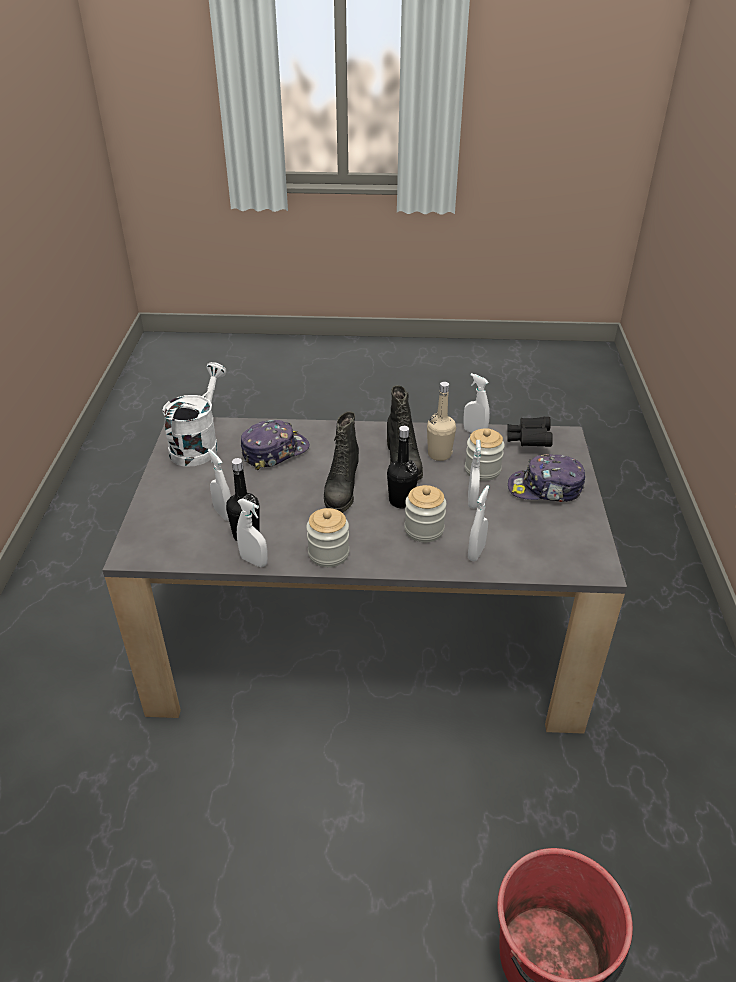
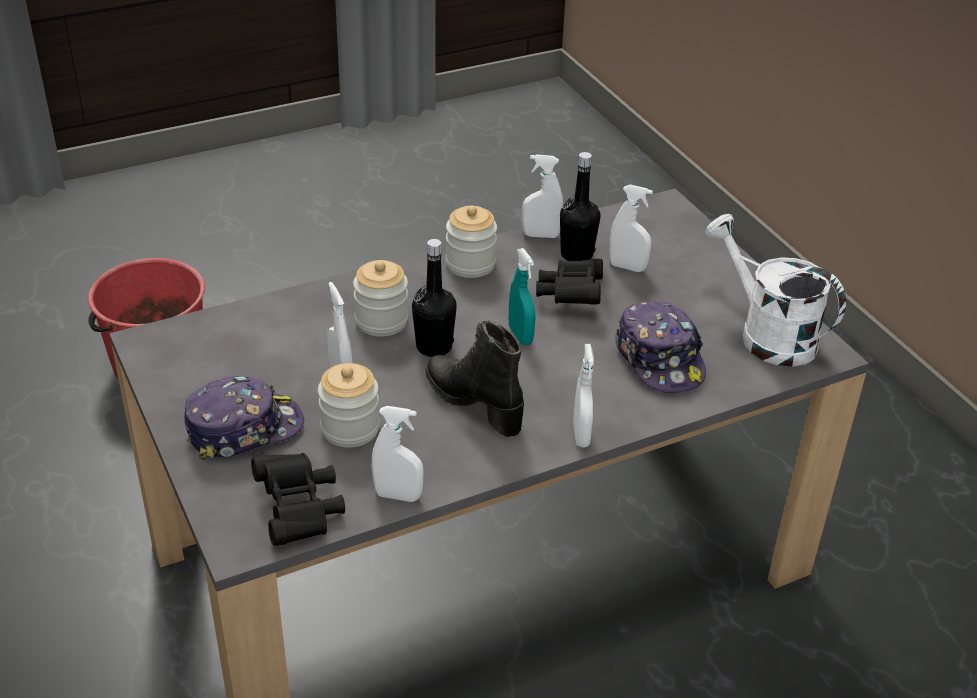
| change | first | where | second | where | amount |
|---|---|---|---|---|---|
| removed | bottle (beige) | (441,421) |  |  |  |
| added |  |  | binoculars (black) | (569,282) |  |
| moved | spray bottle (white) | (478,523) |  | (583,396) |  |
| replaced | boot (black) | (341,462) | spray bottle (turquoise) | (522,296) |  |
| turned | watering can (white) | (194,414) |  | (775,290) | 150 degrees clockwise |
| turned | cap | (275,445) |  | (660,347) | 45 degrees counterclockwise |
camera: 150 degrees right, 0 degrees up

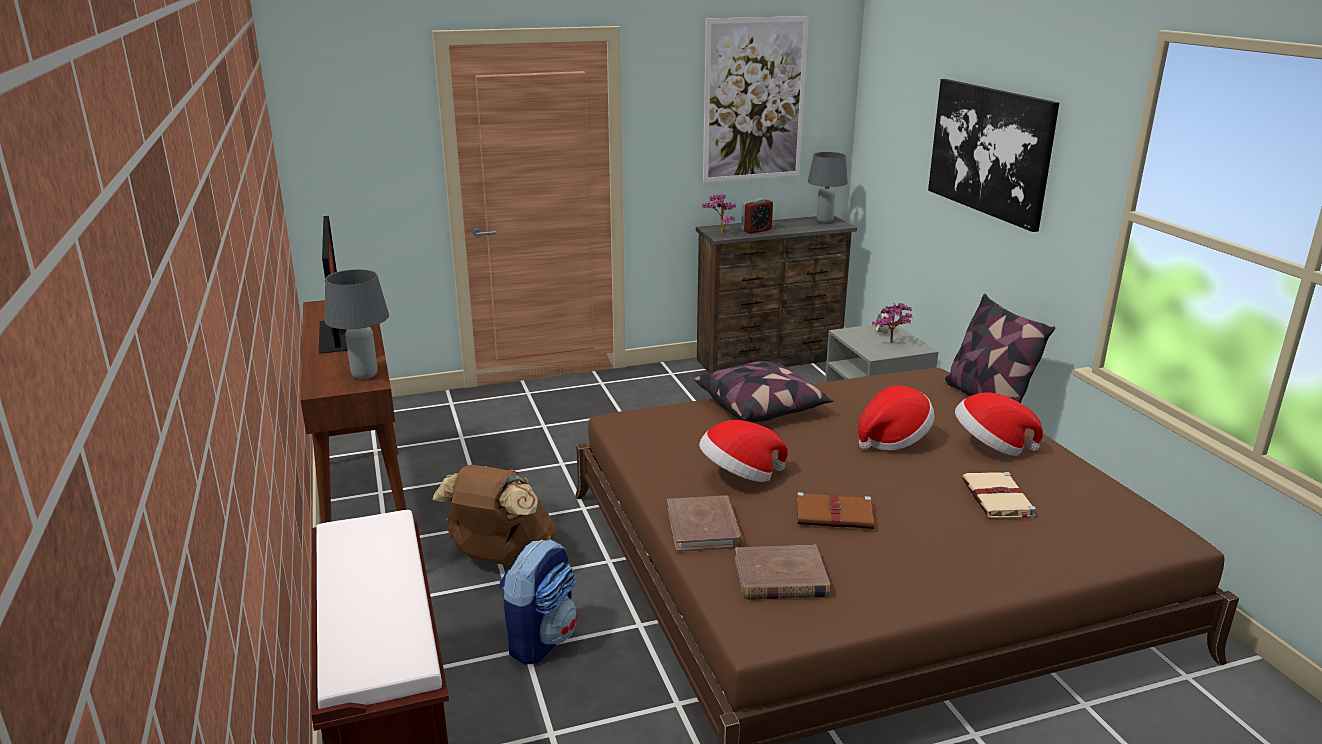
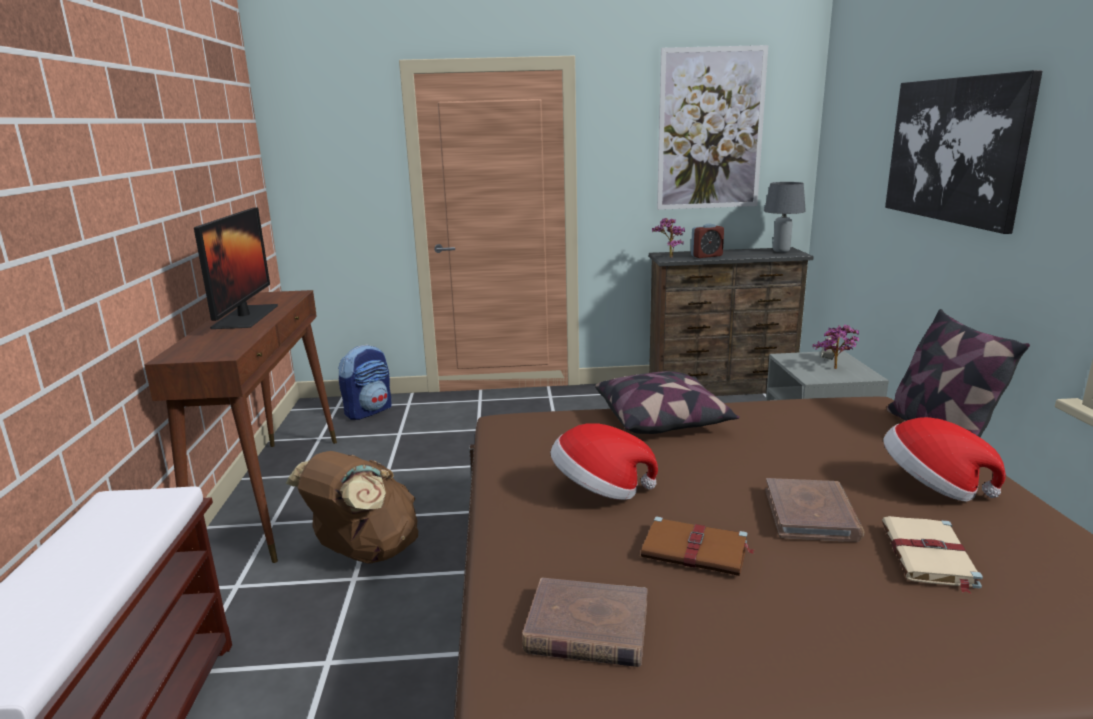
| change | first | where | second | where | amount |
|---|---|---|---|---|---|
| removed | table lamp (grey) | (356,324) |  |  |  |
| removed | hat | (896,418) |  |  |  |
| moved | backpack | (538,602) |  | (364,382) |  |
| moved | book (brown) | (705,523) |  | (815,510) |  |
camera: 15 degrees right, 5 degrees down

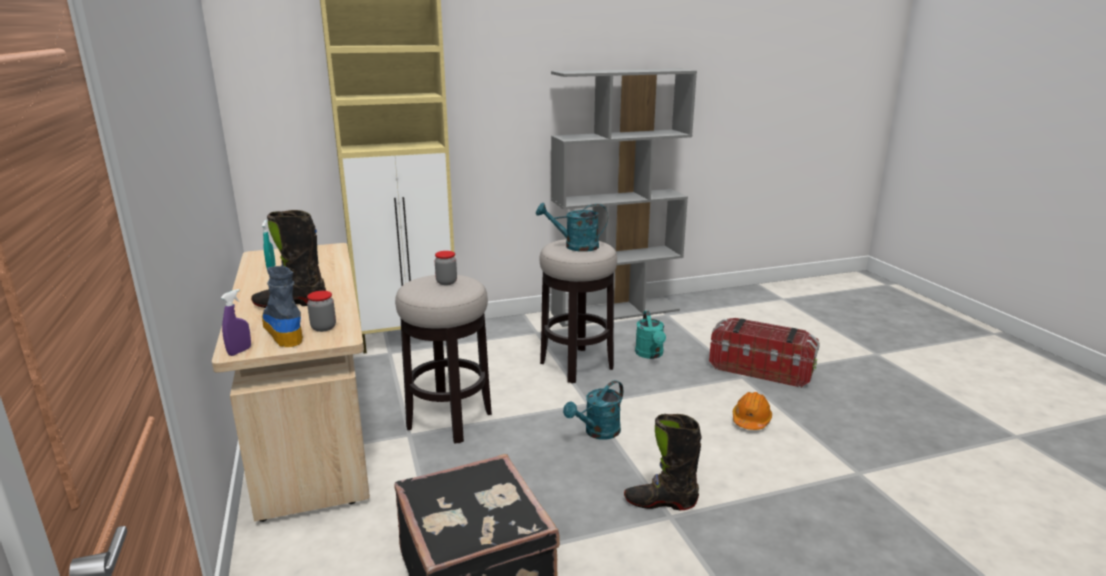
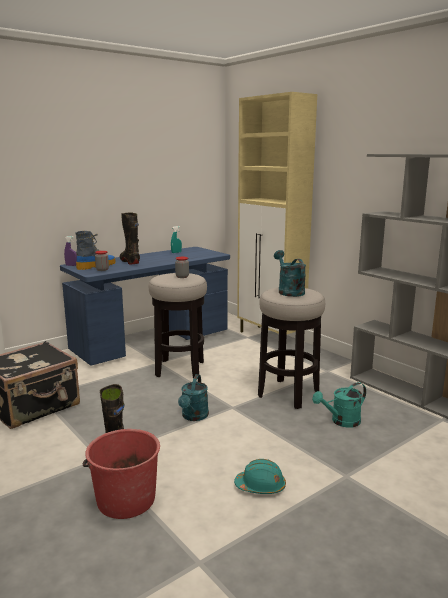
| change | first | where | second | where | amount |
|---|---|---|---|---|---|
| removed | storage box | (764,353) |  |  |  |
| added |  |  | bucket (red) | (121,474) |  |
| recoloured | desk (beige) | (291,382) | desk (blue) | (145,306) |  |
| recoloured | hard hat (orange) | (752,411) | hard hat (turquoise) | (260,476) |  |
| turned | watering can (turquoise) | (593,410) |  | (193,397) | 105 degrees counterclockwise |
camera: 70 degrees right, 5 degrees down

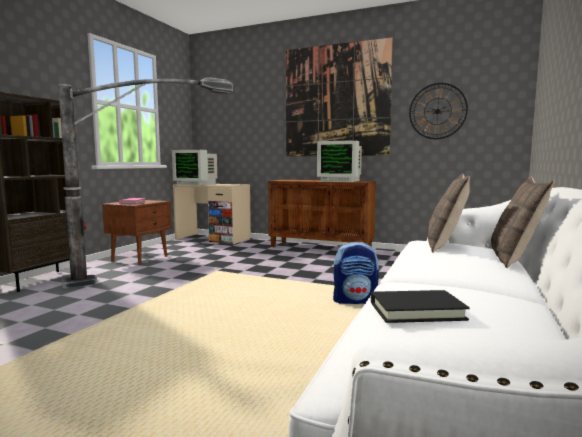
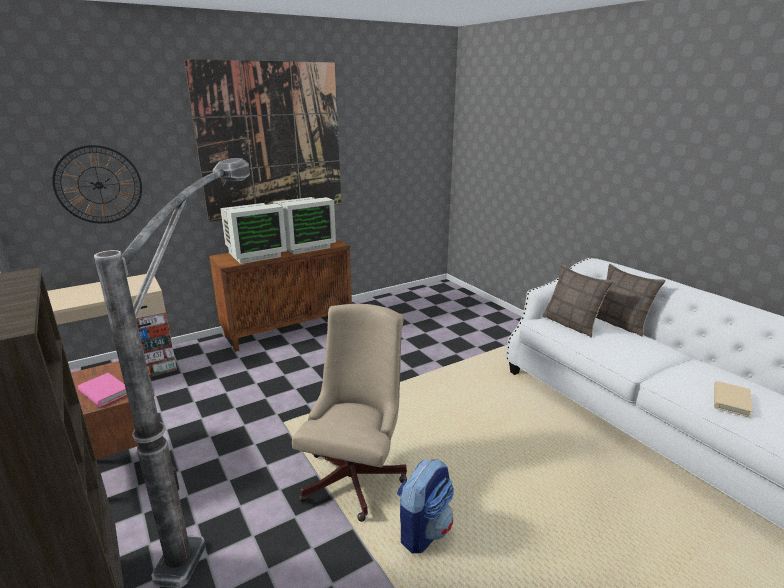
| change | first | where | second | where | amount |
|---|---|---|---|---|---|
| added |  |  | office chair (beige) | (349,413) |  |
| moved | monitor | (194,167) |  | (253,233) |  |
| moved | backpack | (356,273) |  | (425,506) |  |
| moved | wall clock | (438,111) |  | (97,184) |  |
| recoloured | book (black) | (420,306) | book (beige) | (733,399) |  |
camera: 55 degrees left, 15 degrees up

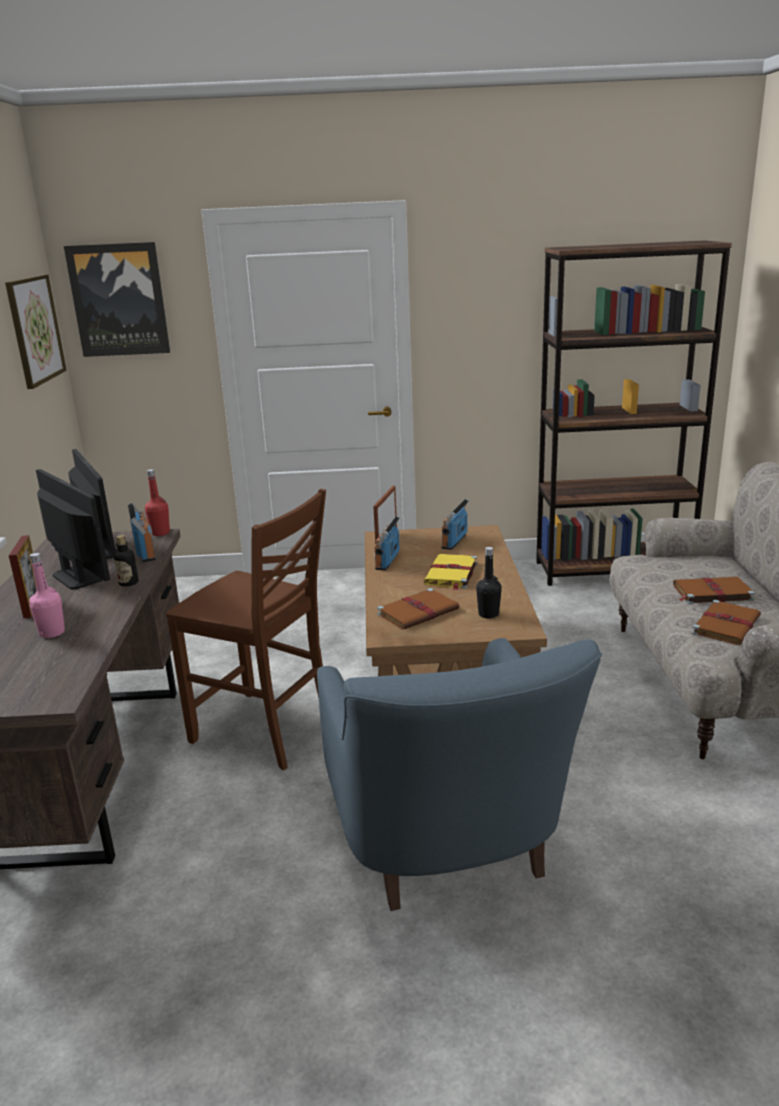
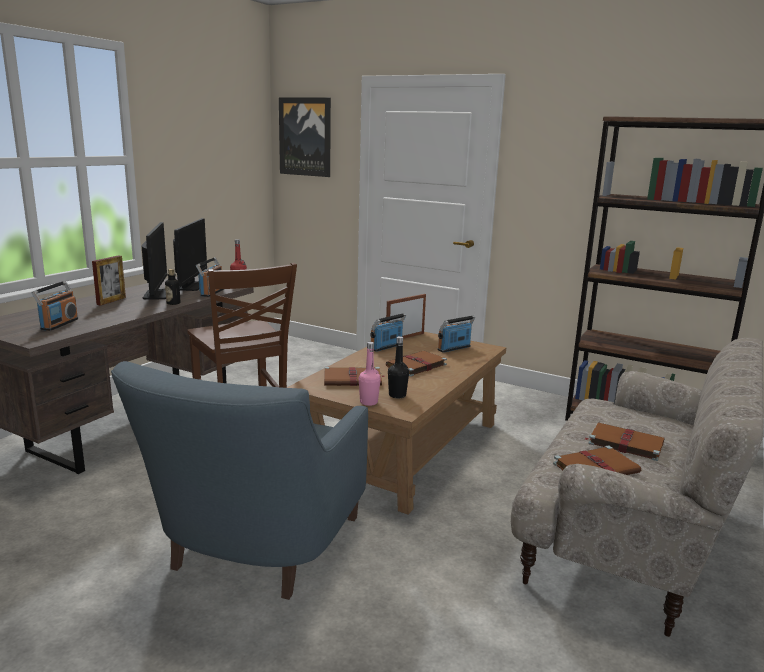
| change | first | where | second | where | amount |
|---|---|---|---|---|---|
| removed | picture | (36,331) |  |  |  |
| added |  |  | radio | (55,306) |  |
| moved | bottle (pink) | (47,595) |  | (370,374) |  |
| recoloured | book (yellow) | (450,572) | book (brown) | (416,364) |  |
camera: 30 degrees right, 5 degrees down

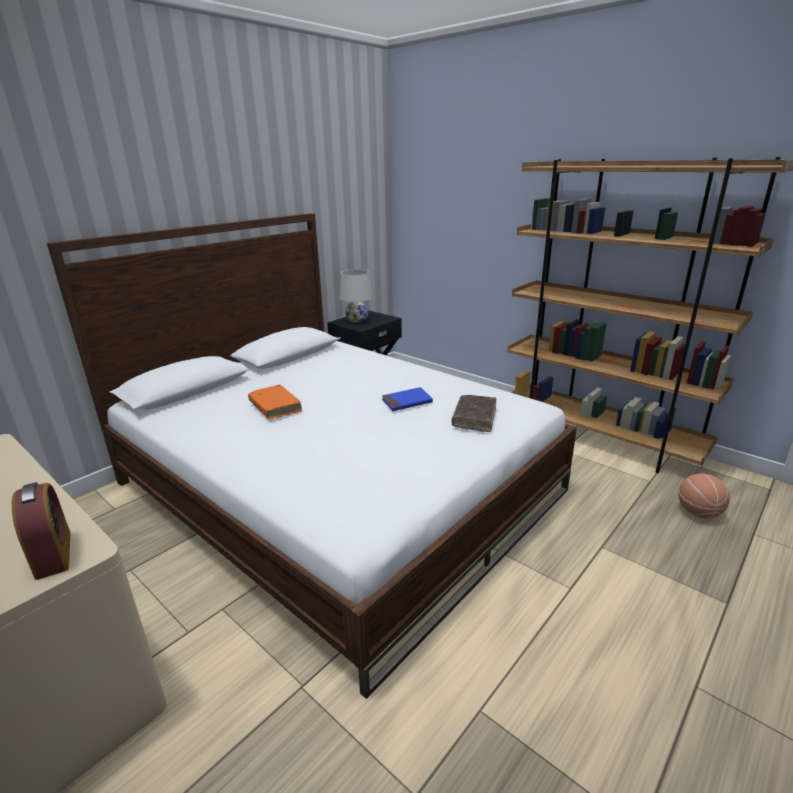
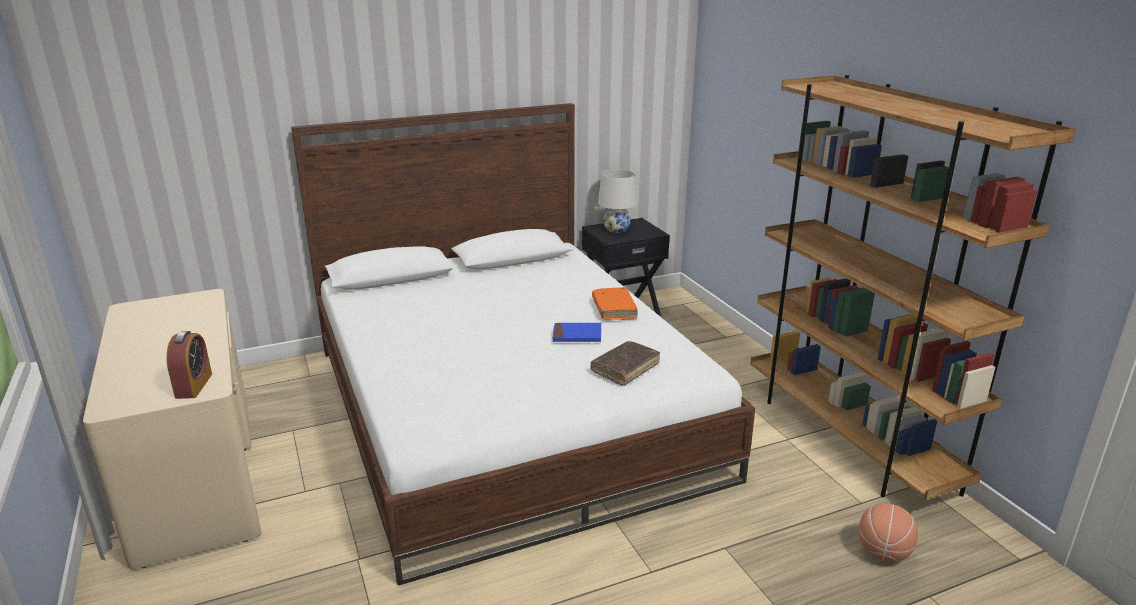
| change | first | where | second | where | amount |
|---|---|---|---|---|---|
| moved | book (orange) | (275,402) |  | (615,303) |  |
camera: 25 degrees right, 0 degrees up

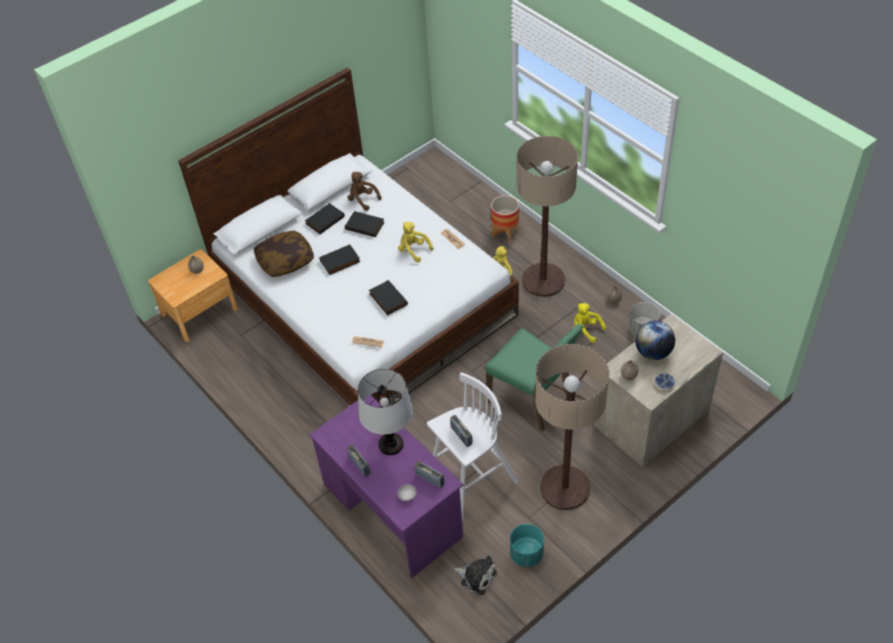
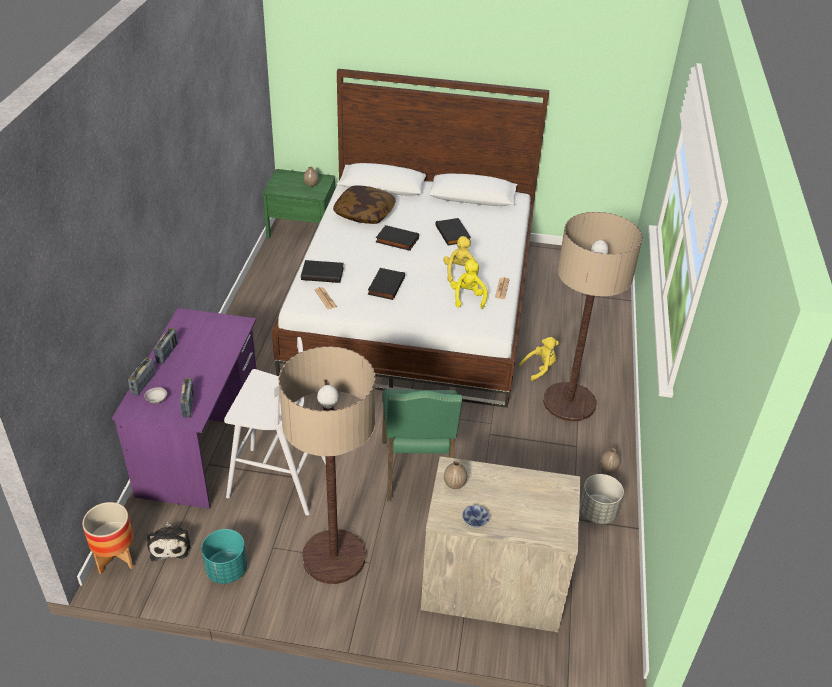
| change | first | where | second | where | amount |
|---|---|---|---|---|---|
| removed | plush toy (brown) | (364,191) |  |  |  |
| removed | table lamp | (385,412) |  |  |  |
| removed | globe | (655,340) |  |  |  |
| moved | book (black) | (325,218) |  | (322,271) |  |
| moved | radio | (461,431) |  | (142,376) |  |
| moved | planter | (505,219) |  | (108,538) |  |
| moved | plush toy (yellow) | (590,323) |  | (469,284) |  |
| recoloured | nightstand (brown) | (193,295) | nightstand (green) | (299,204) |  |
camera: 45 degrees right, 10 degrees down

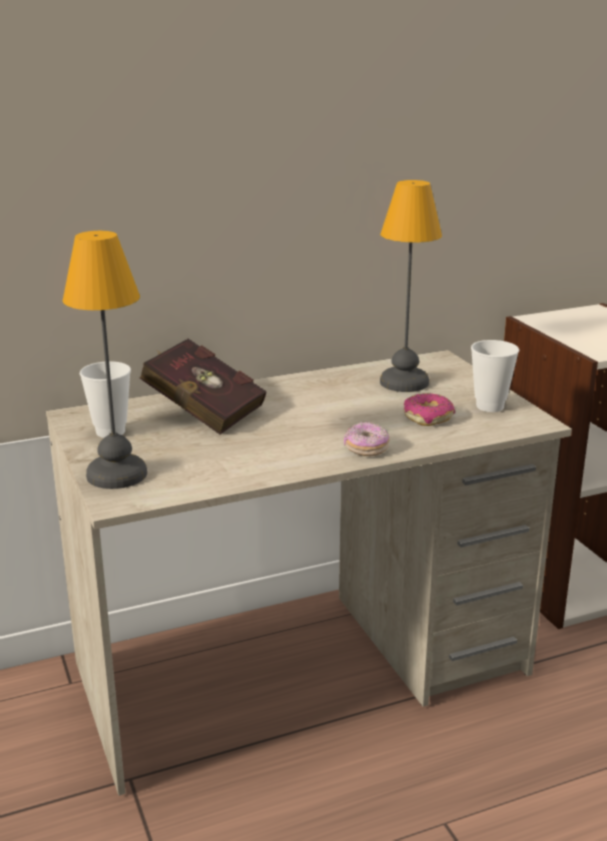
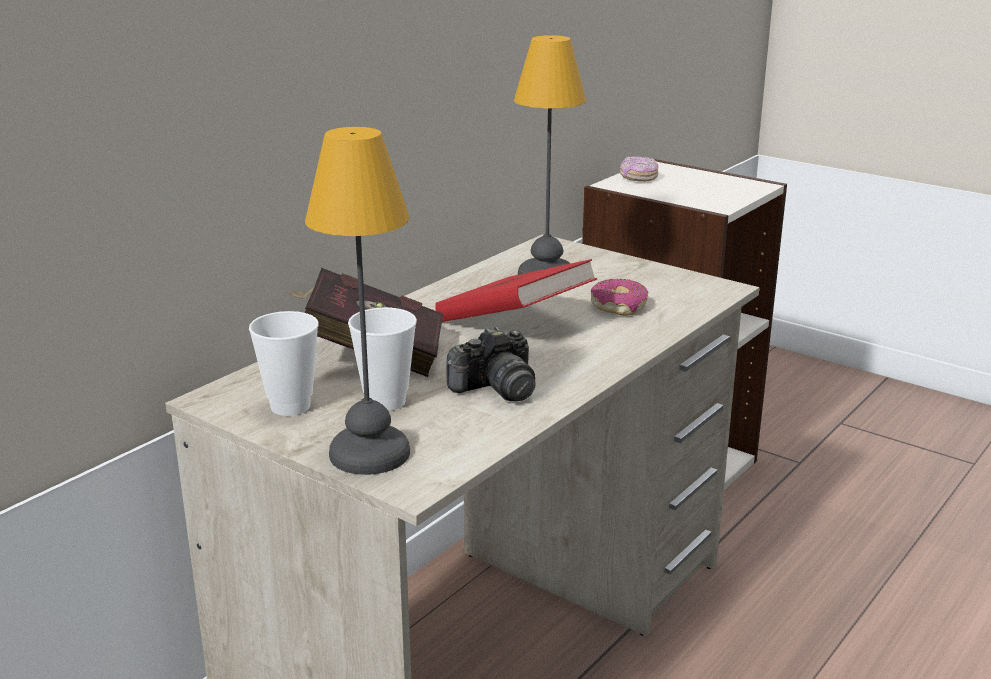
| change | first | where | second | where | amount |
|---|---|---|---|---|---|
| added |  |  | book (red) | (516,290) |  |
| added |  |  | photo camera | (491,363) |  |
| moved | donut | (367,438) |  | (639,169) |  |
| moved | cup | (495,376) |  | (382,359) |  |
camera: 30 degrees left, 0 degrees up

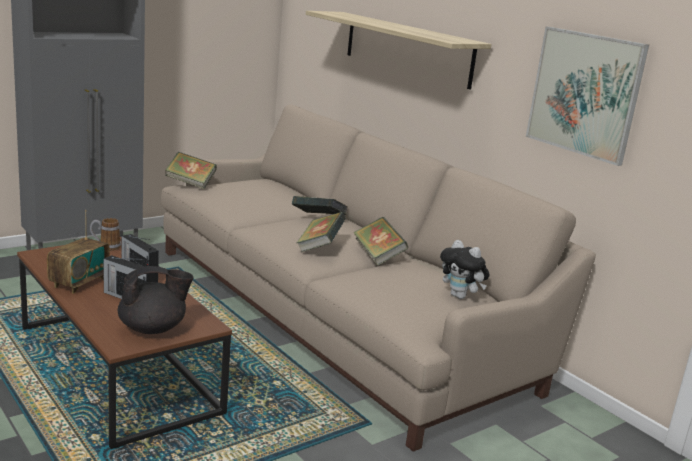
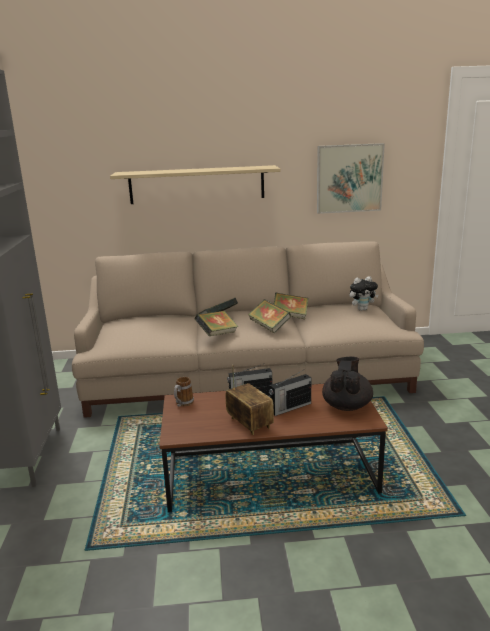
| change | first | where | second | where | amount |
|---|---|---|---|---|---|
| moved | book | (191,170) |  | (217,323) |  |
camera: 55 degrees left, 0 degrees up

